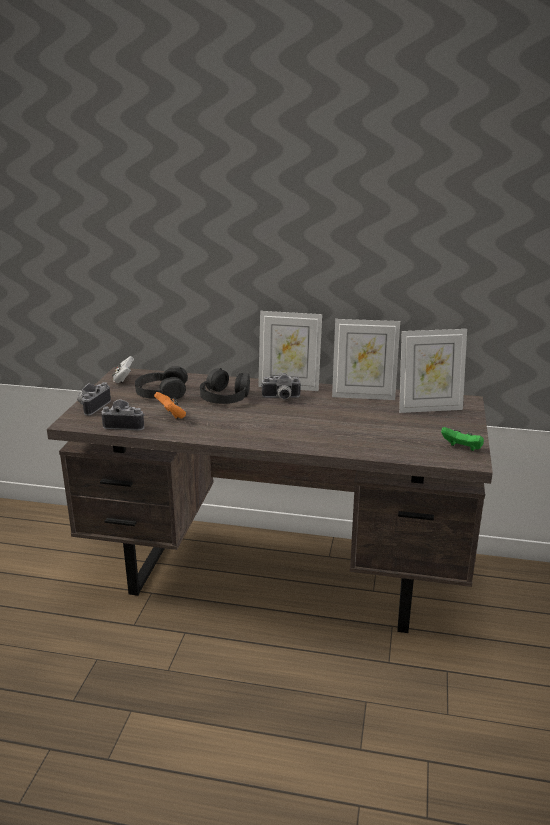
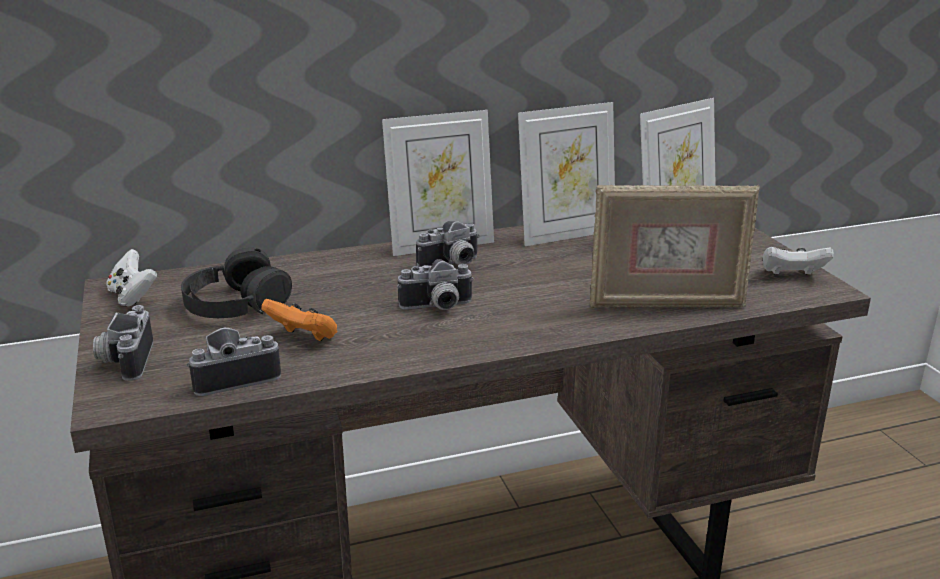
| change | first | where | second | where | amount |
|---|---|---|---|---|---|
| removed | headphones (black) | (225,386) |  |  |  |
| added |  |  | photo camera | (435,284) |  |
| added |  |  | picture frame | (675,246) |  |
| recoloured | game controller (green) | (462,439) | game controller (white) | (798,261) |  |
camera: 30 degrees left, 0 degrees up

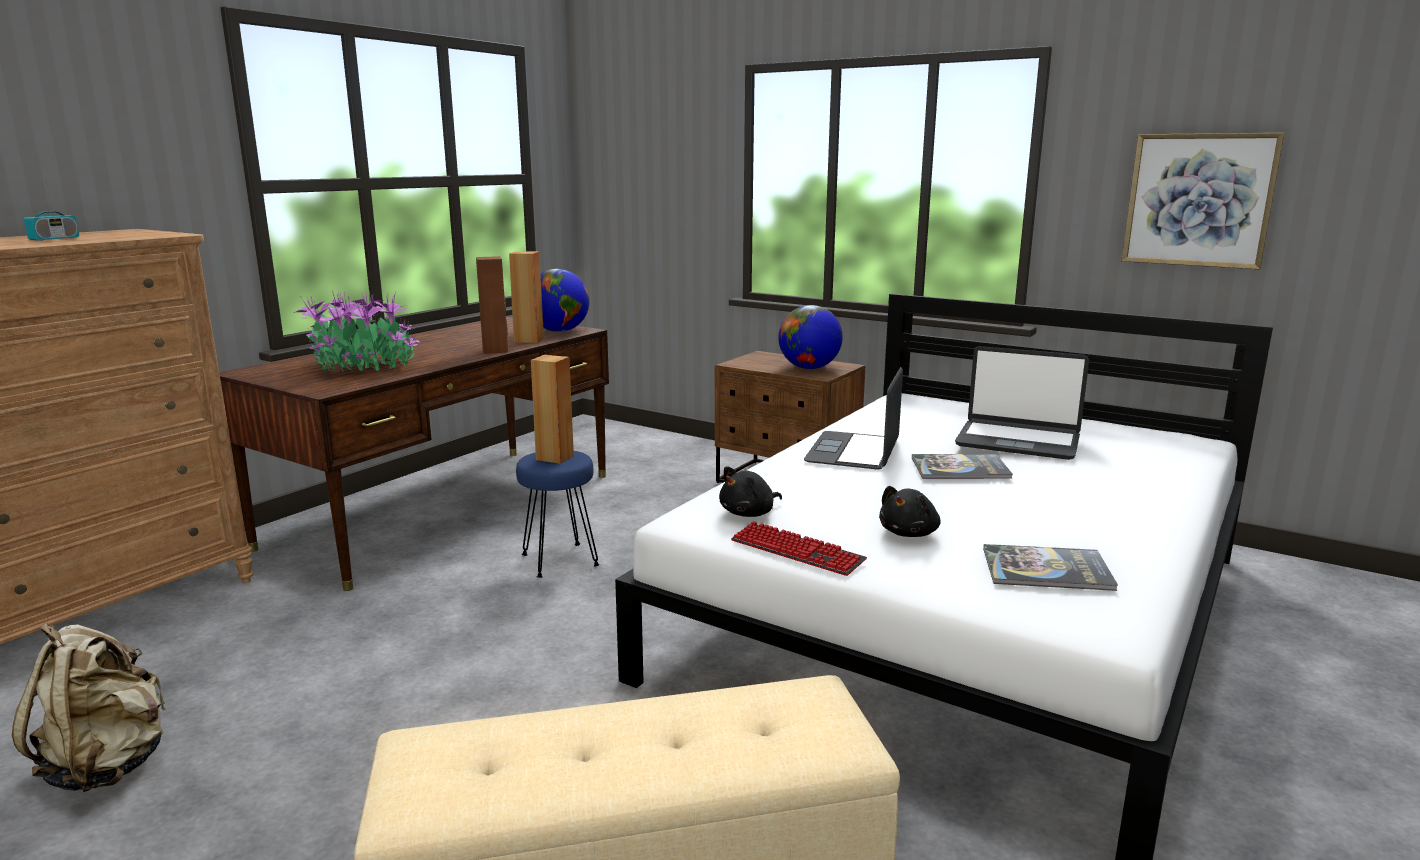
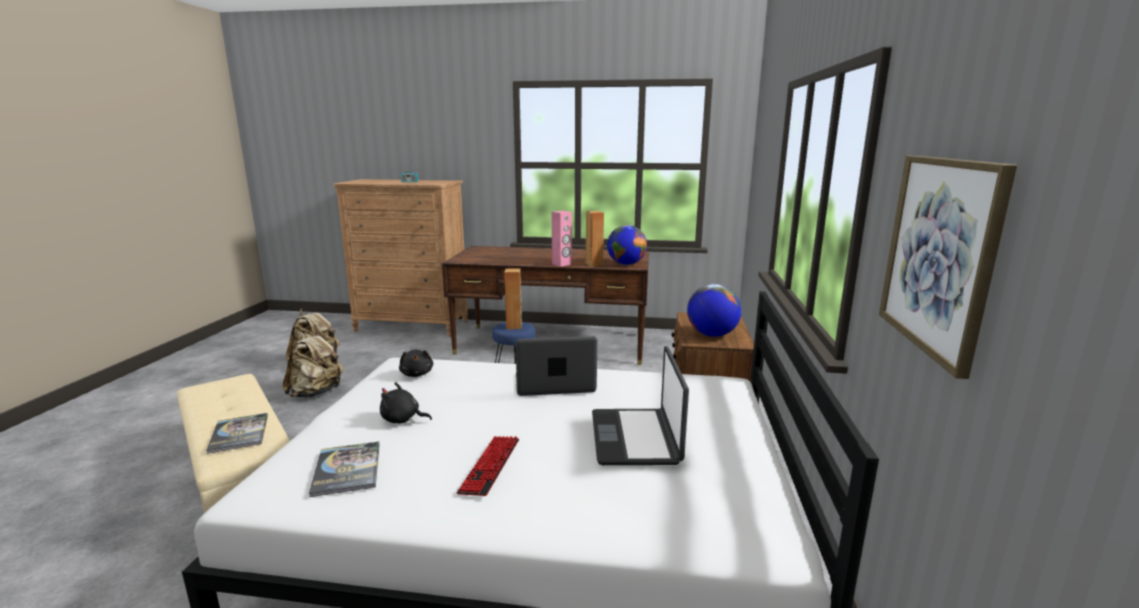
| change | first | where | second | where | amount |
|---|---|---|---|---|---|
| removed | potted plant | (358,331) |  |  |  |
| added |  |  | backpack (beige) | (313,364) |  |
| moved | keyboard | (799,548) |  | (488,466) |  |
| moved | book | (962,466) |  | (237,433) |  |
| recoloured | speaker (brown) | (492,305) | speaker (pink) | (562,239) |  |
| turned | plush toy (black) | (750,491) |  | (416,363) | 135 degrees counterclockwise |
camera: 65 degrees right, 0 degrees up

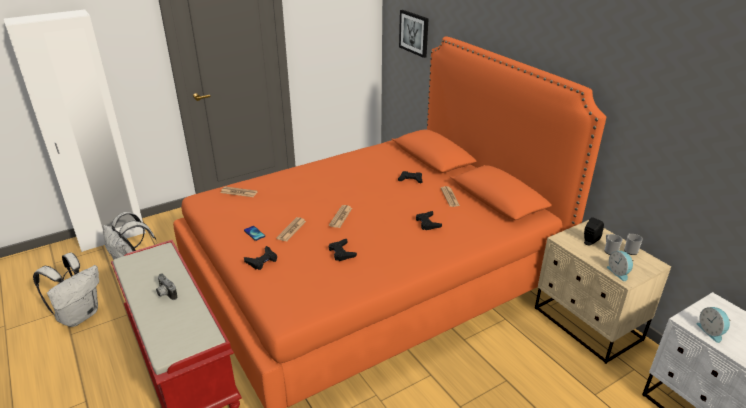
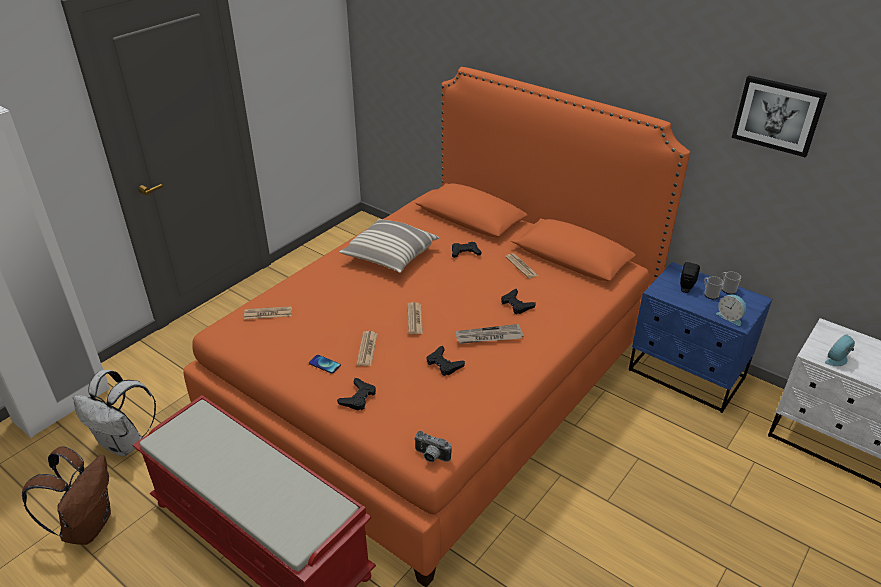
| change | first | where | second | where | amount |
|---|---|---|---|---|---|
| added |  |  | pillow | (389,246) |  |
| added |  |  | newspaper | (490,334) |  |
| moved | photo camera | (166,286) |  | (433,446) |  |
| moved | picture | (413,34) |  | (779,116) |  |
| recoloured | backpack (white) | (66,289) | backpack (brown) | (66,495) |  |
| recoloured | nightstand (beige) | (603,292) | nightstand (blue) | (700,337) |  |
| turned | alarm clock | (714,325) |  | (840,350) | 90 degrees clockwise |
camera: 20 degrees left, 5 degrees up

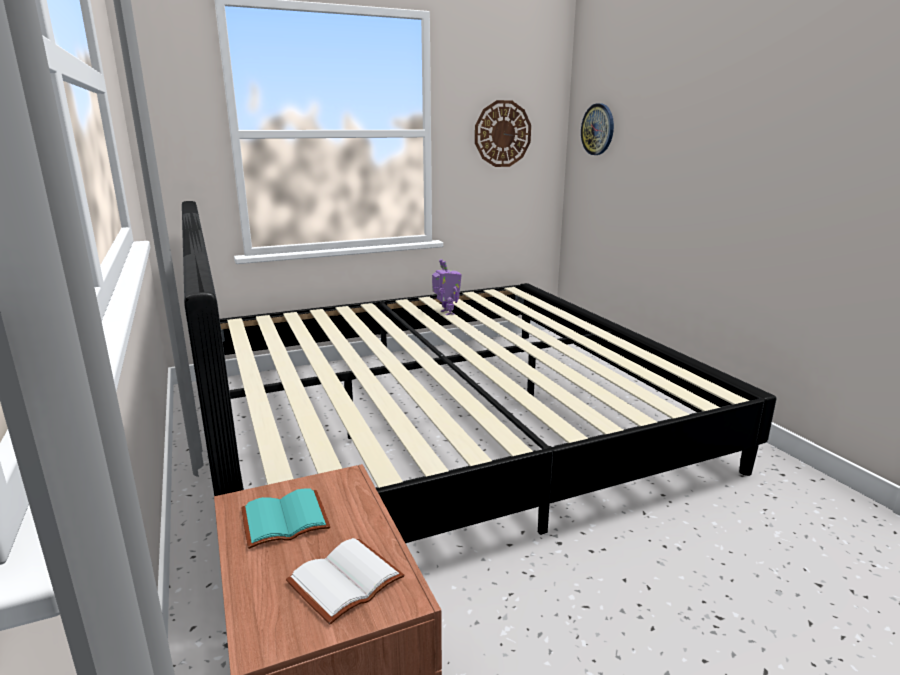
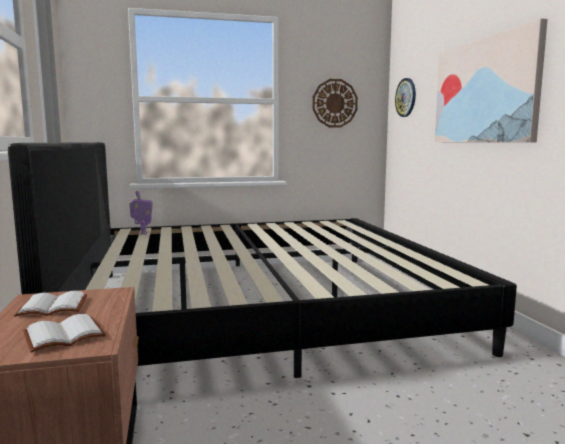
| change | first | where | second | where | amount |
|---|---|---|---|---|---|
| added |  |  | picture | (491,80) |  |
| moved | toy robot | (447,287) |  | (141,213) |  |
| recoloured | book (turquoise) | (285,518) | book (white) | (51,304) |  |
camera: 10 degrees right, 10 degrees down

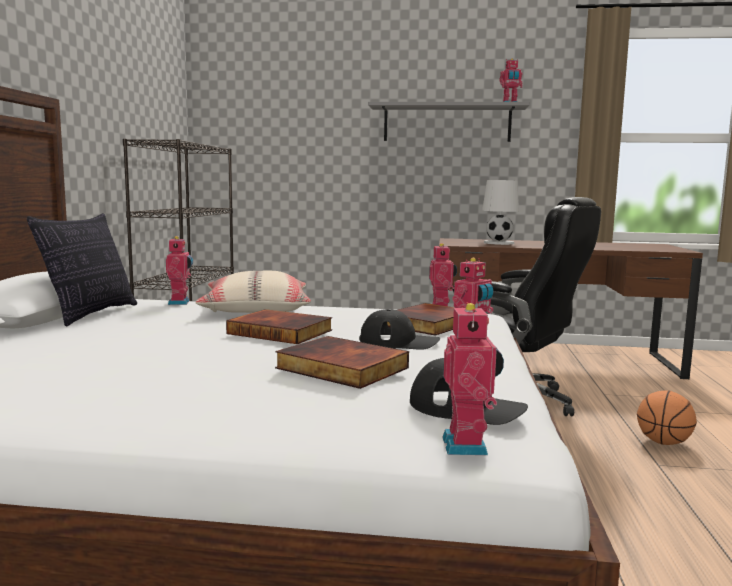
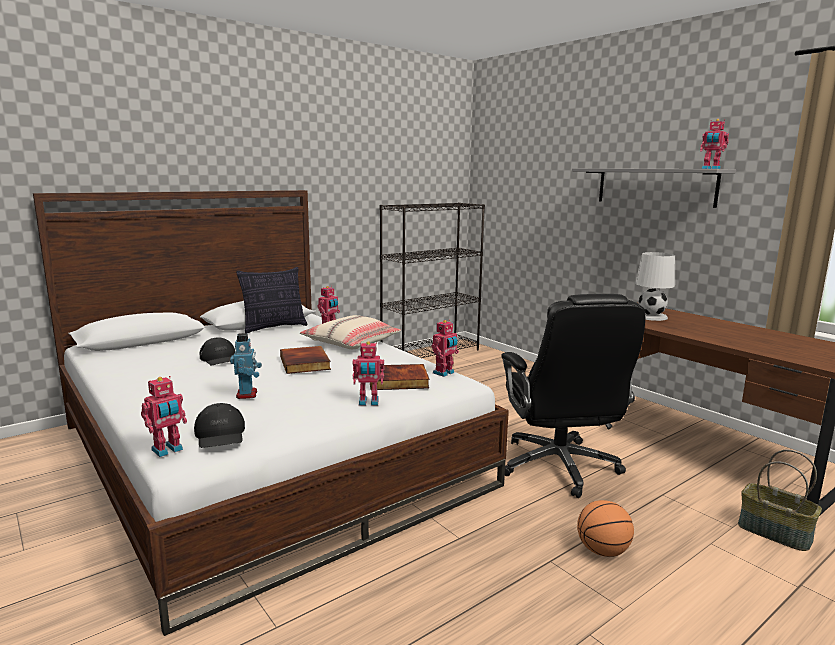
| change | first | where | second | where | amount |
|---|---|---|---|---|---|
| added |  |  | basket | (780,500) |  |
| moved | cap (black) | (399,329) |  | (217,351) |  |
| replaced | book | (342,362) | toy robot | (246,366) |  |
camera: 45 degrees right, 5 degrees up

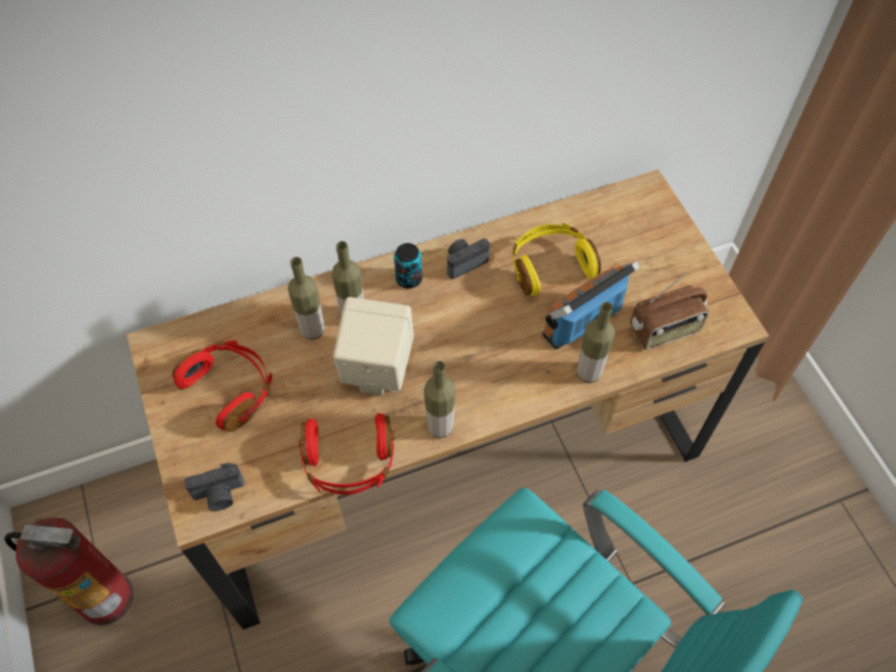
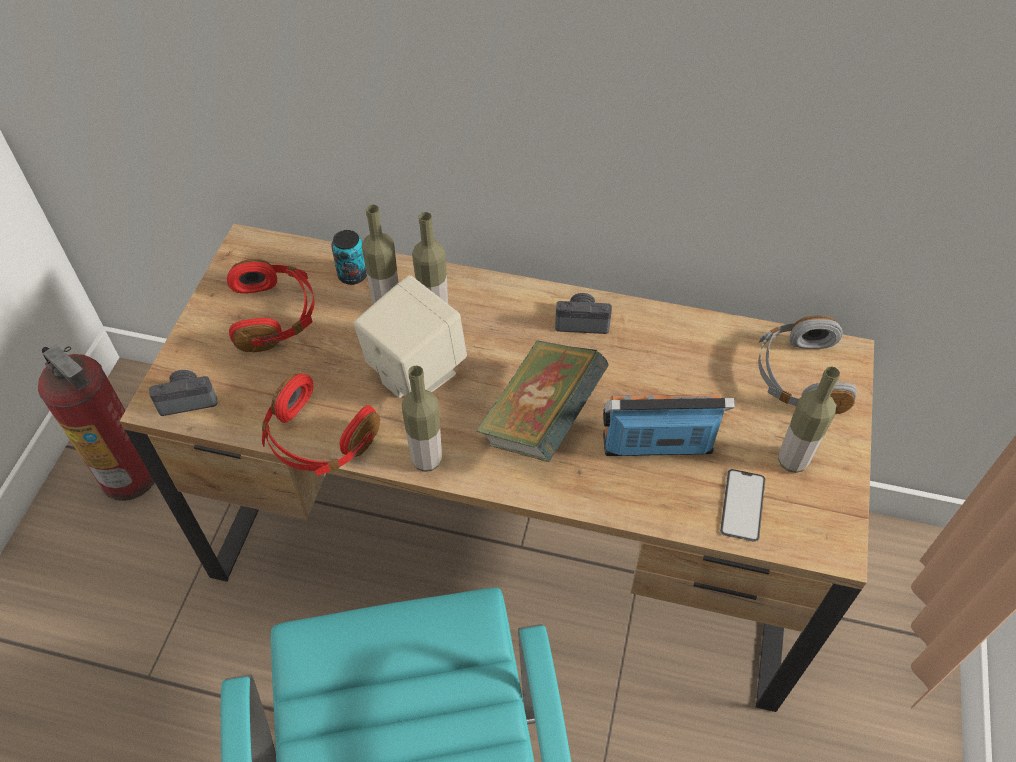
| change | first | where | second | where | amount |
|---|---|---|---|---|---|
| removed | headphones (yellow) | (557,259) |  |  |  |
| added |  |  | book | (543,401) |  |
| added |  |  | headphones (grey) | (807,365) |  |
| moved | can | (408,266) |  | (349,257) |  |
| moved | bottle | (596,342) |  | (809,419) |  |
| replaced | radio | (669,310) | phone | (742,505) |  |
| turned | photo camera | (214,487) |  | (183,393) | 150 degrees clockwise |
camera: 35 degrees right, 5 degrees down

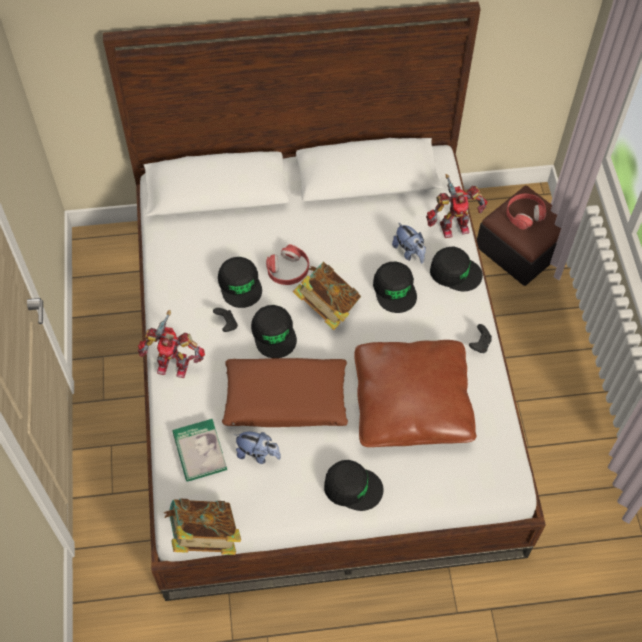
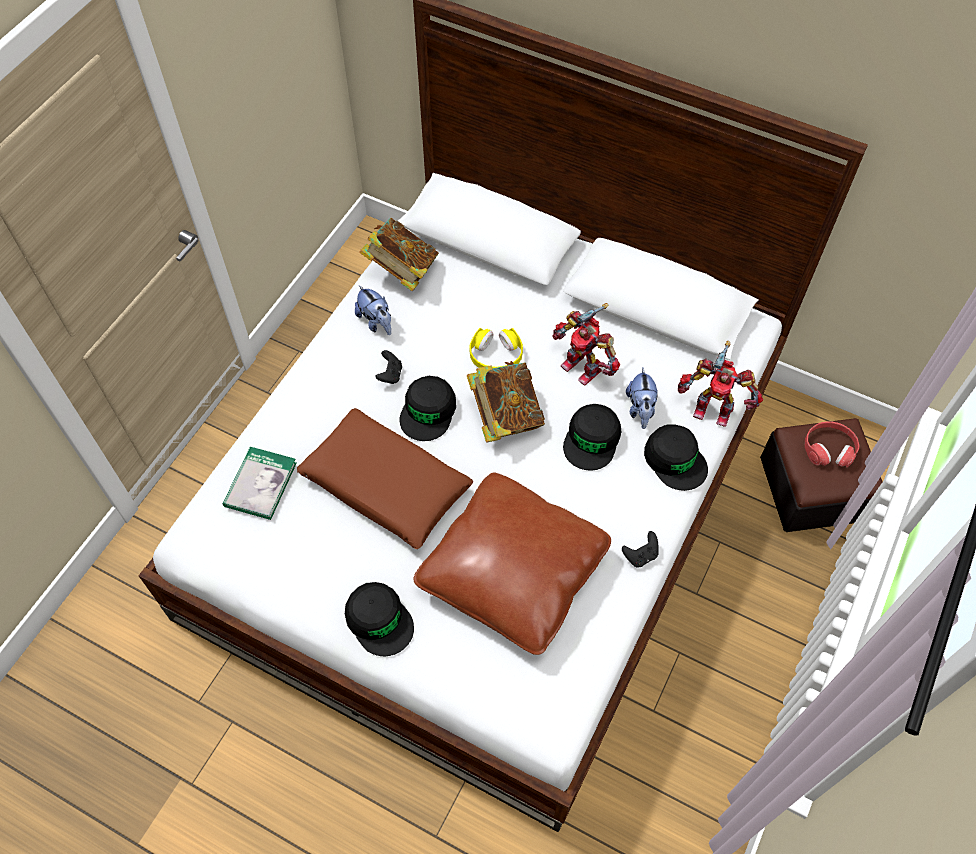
| change | first | where | second | where | amount |
|---|---|---|---|---|---|
| removed | cap (black) | (240,282) |  |  |  |
| moved | toy robot | (171,344) |  | (586,344) |  |
| moved | book | (202,526) |  | (399,254) |  |
| moved | plush toy | (257,448) |  | (373,310) |  |
| recoloured | headphones (red) | (287,264) | headphones (yellow) | (496,348) |  |
camera: 35 degrees right, 0 degrees up

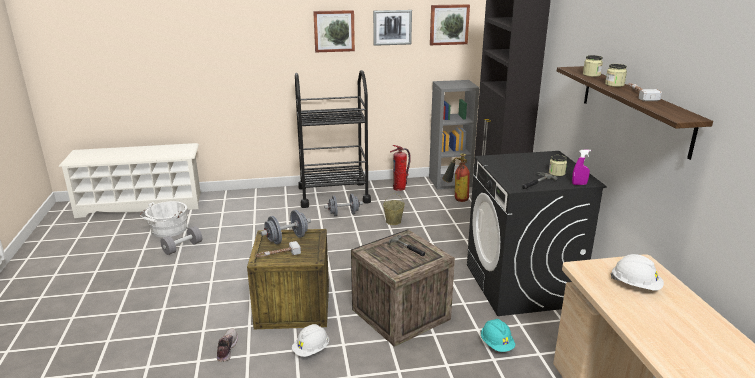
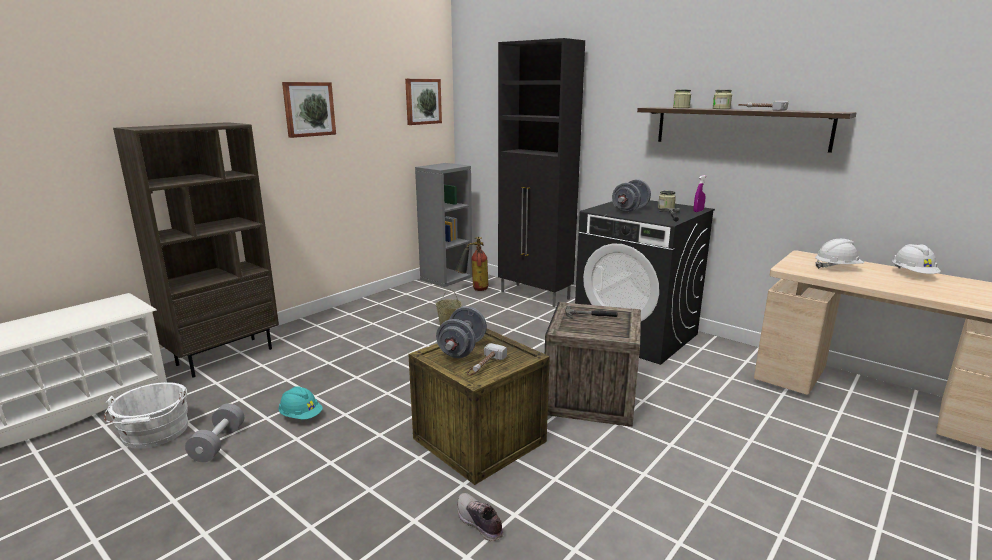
| change | first | where | second | where | amount |
|---|---|---|---|---|---|
| removed | cart (black) | (333,139) |  |  |  |
| removed | picture | (392,28) |  |  |  |
| removed | fire extinguisher | (400,168) |  |  |  |
| added |  |  | bookcase (brown) | (196,250) |  |
| moved | hard hat (white) | (310,340) |  | (916,259) |  |
| moved | dumbbell (grey) | (343,205) |  | (631,196) |  |
| moved | hard hat (turquoise) | (498,335) |  | (301,403) |  |
camera: 40 degrees left, 5 degrees down

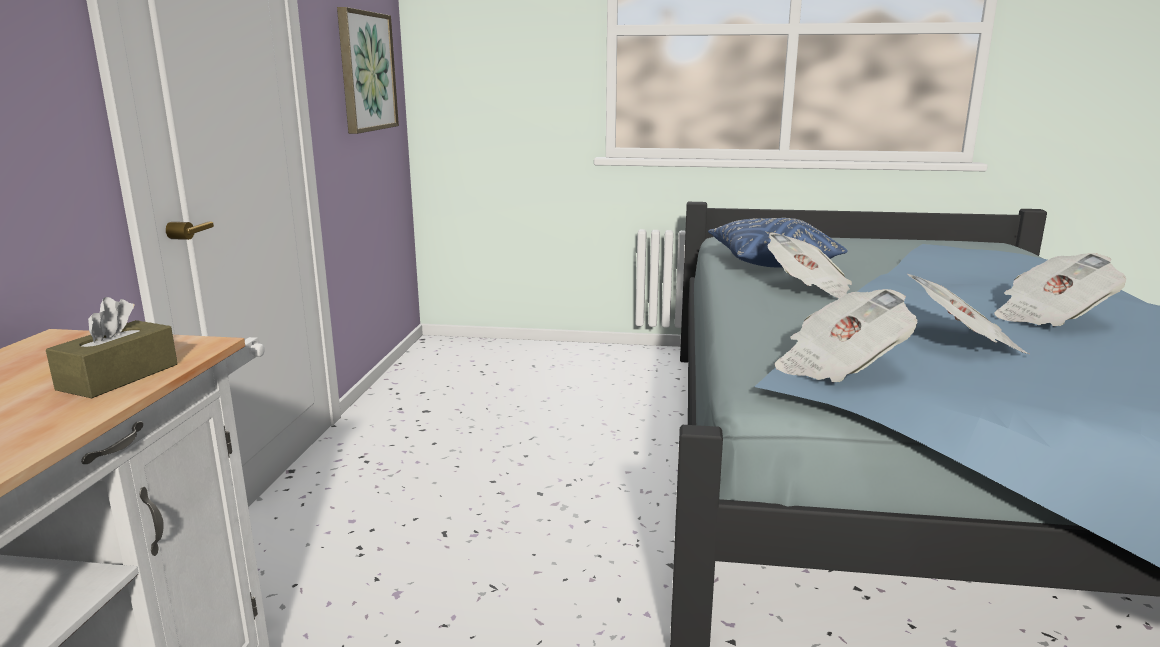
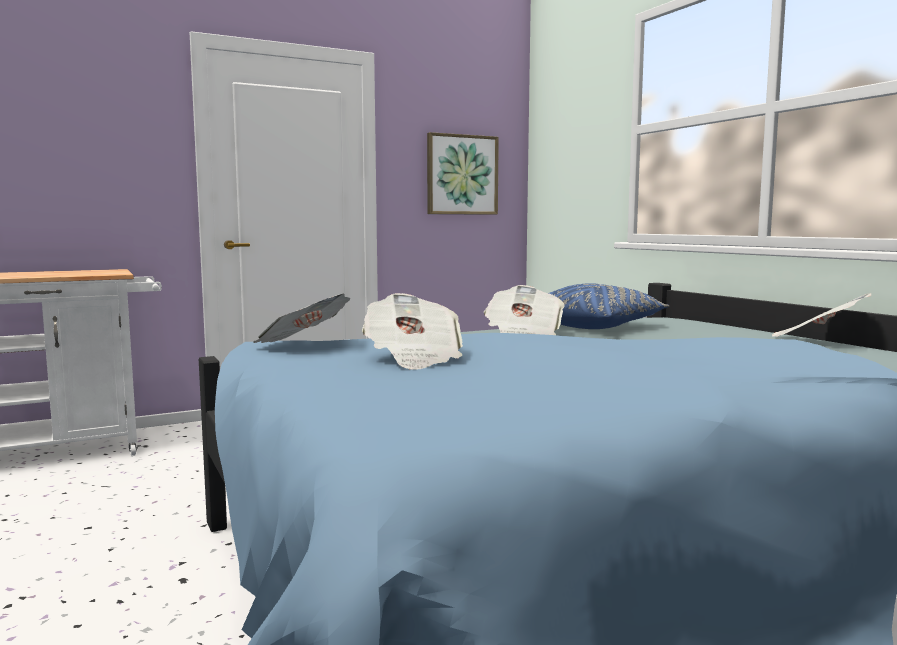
| change | first | where | second | where | amount |
|---|---|---|---|---|---|
| removed | tissue box (brown) | (112,347) |  |  |  |
| moved | newspaper | (1060,289) |  | (822,315) |  |
camera: 55 degrees right, 10 degrees down

